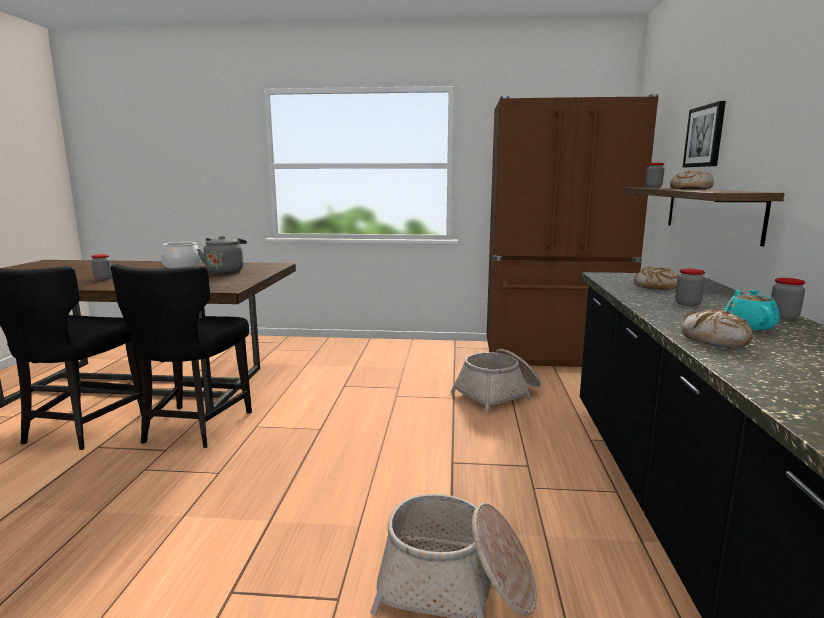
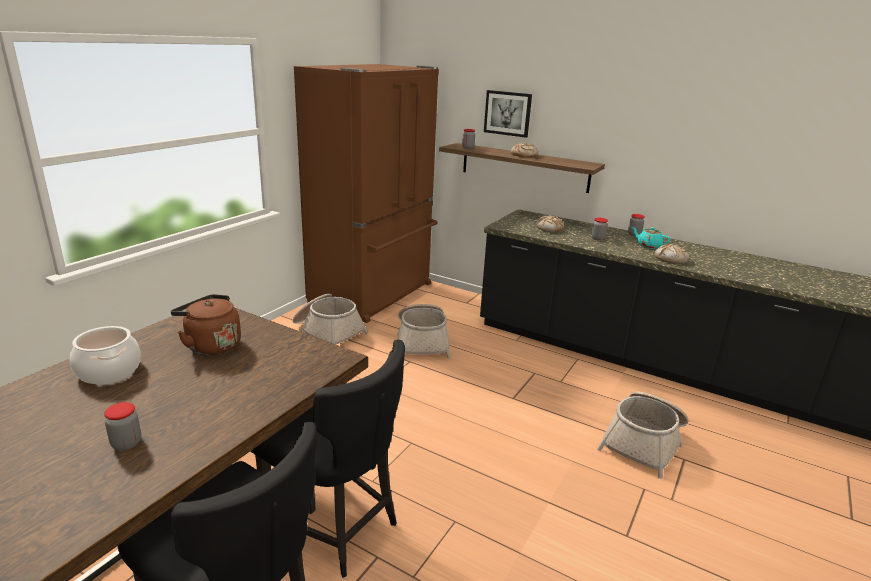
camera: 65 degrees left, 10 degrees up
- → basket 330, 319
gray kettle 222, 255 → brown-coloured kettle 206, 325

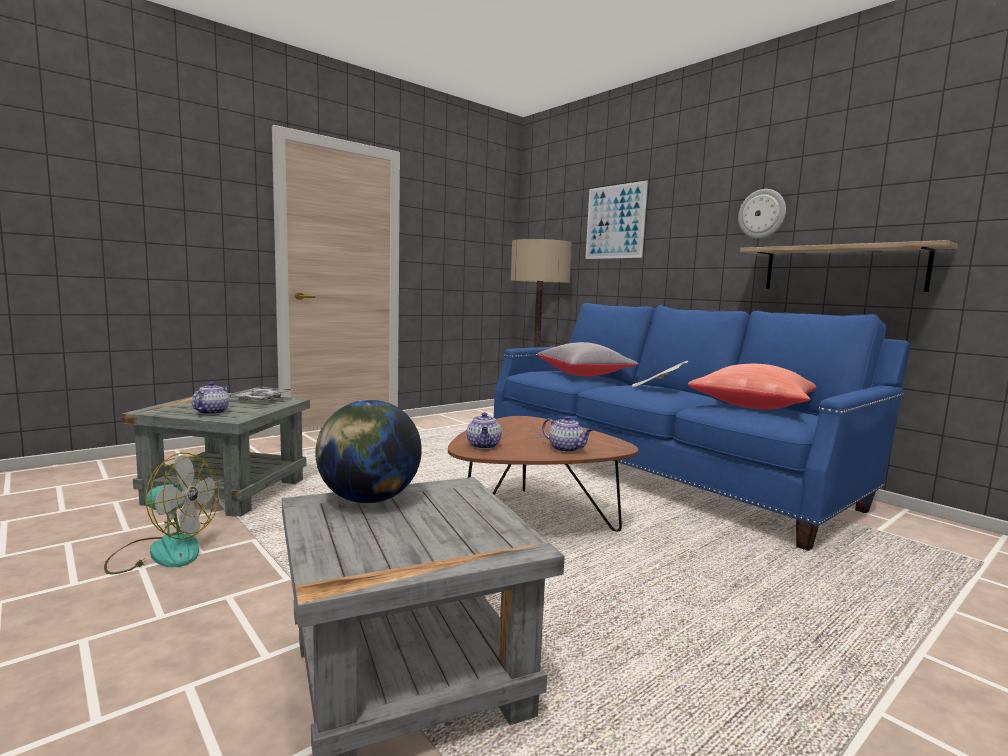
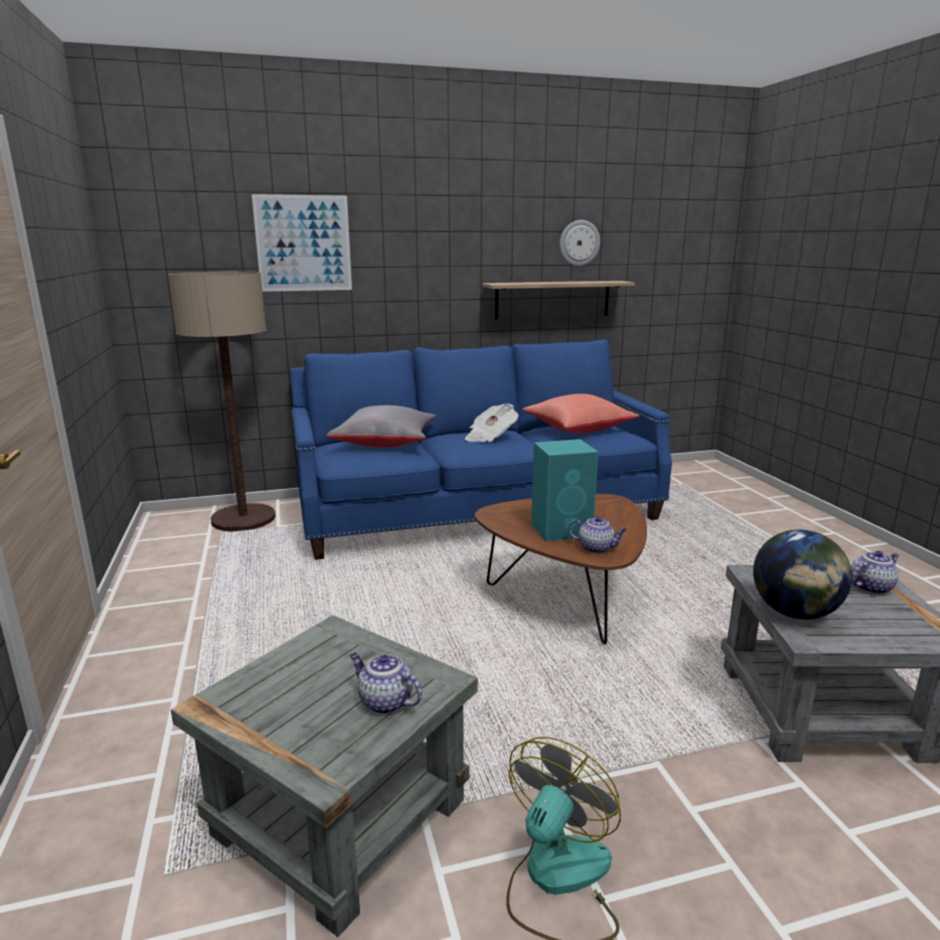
camera: 65 degrees left, 10 degrees up
tray 261, 393 → -
- → turquoise-coloured speaker 564, 490
pot for tea 567, 434 → pot for tea 875, 572, move
wall clock 762, 213 → wall clock 580, 243, move

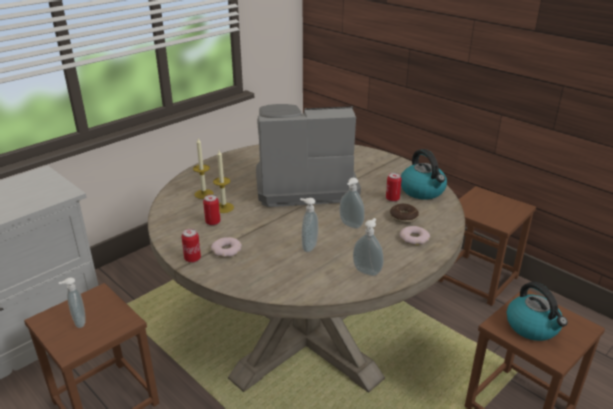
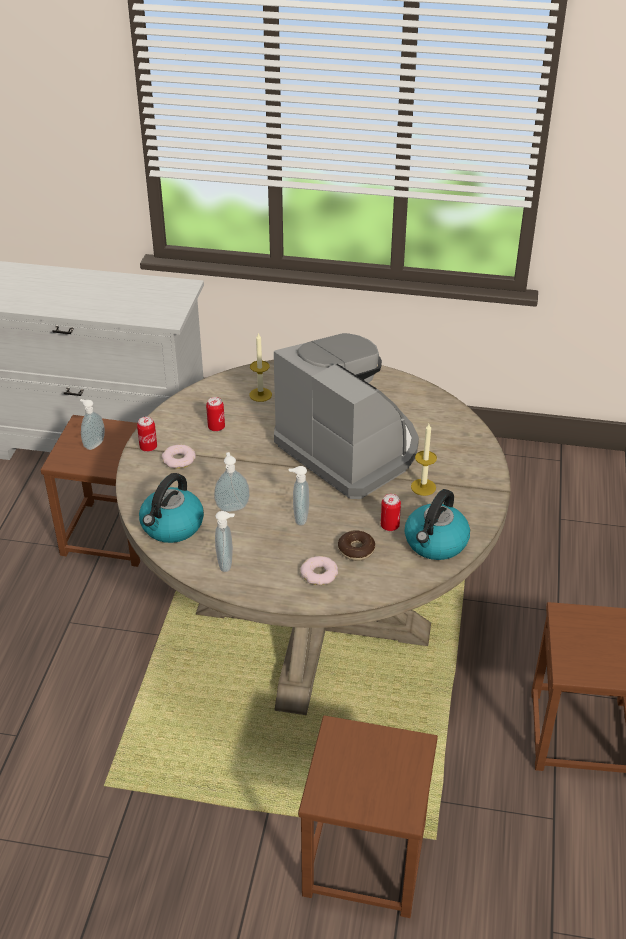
camera: 55 degrees right, 10 degrees up
candle 223, 181 → candle 424, 460, move
kettle 537, 311 → kettle 171, 508, move

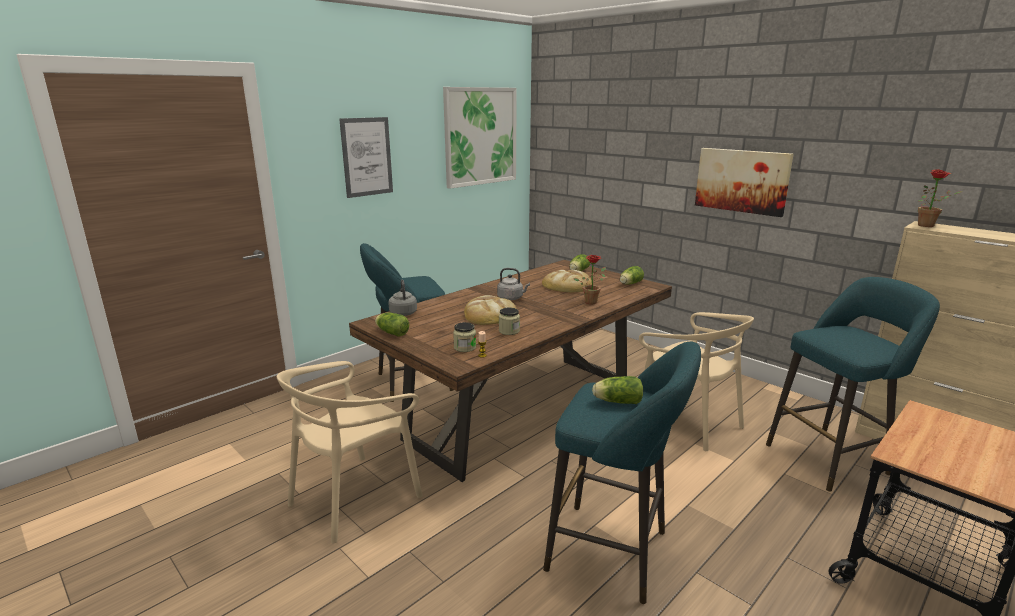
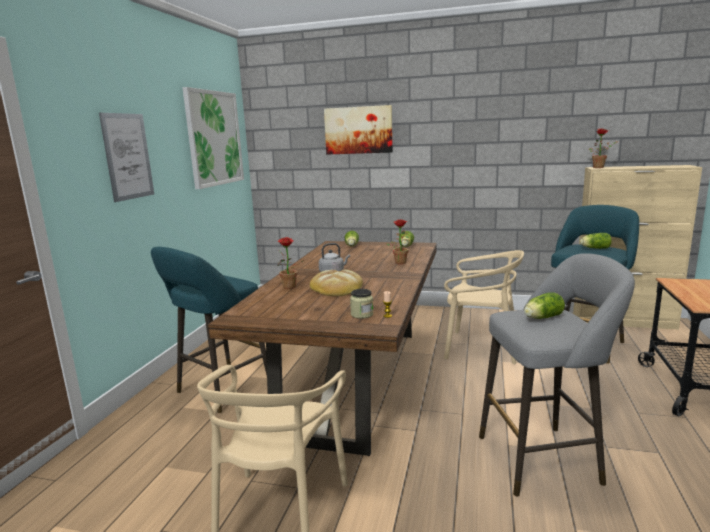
camera: 30 degrees left, 5 degrees down
gray kettle 402, 298 → -
preserve jar 509, 321 → -
baked bread 567, 281 → -
- → plant in a pot 290, 263
lettuce 392, 324 → lettuce 595, 241, move
wall picture 744, 182 → wall picture 358, 130, move
turquoise-coloured stool seat 622, 473 → gray stool seat 557, 374

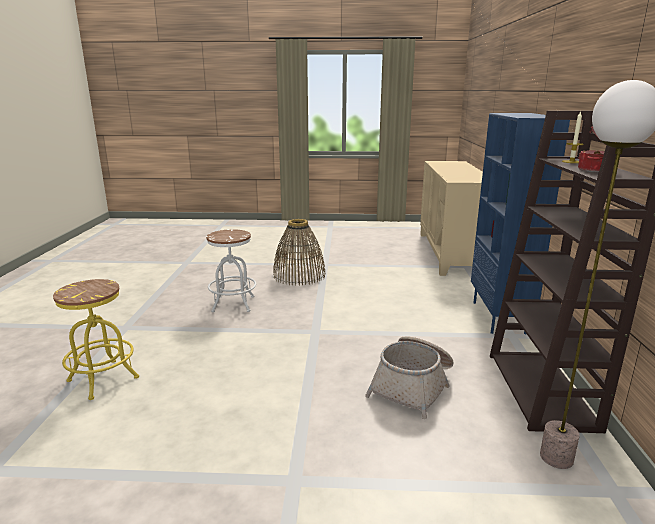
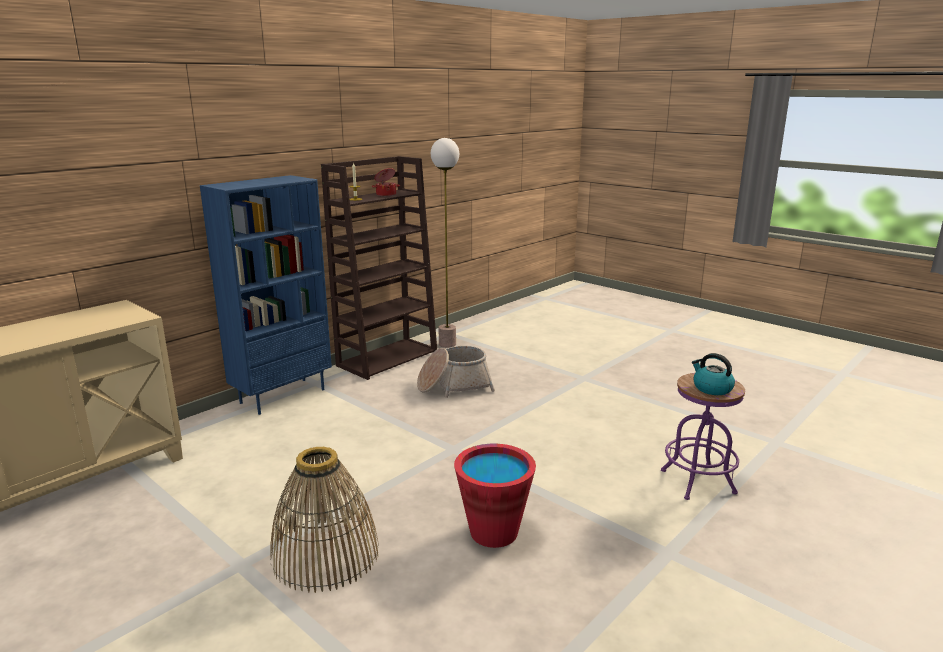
camera: 140 degrees left, 0 degrees up
- → kettle 713, 374
white stool seat 231, 270 → red pail 495, 496
yellowish stool seat 96, 339 → purple-coloured stool seat 703, 436

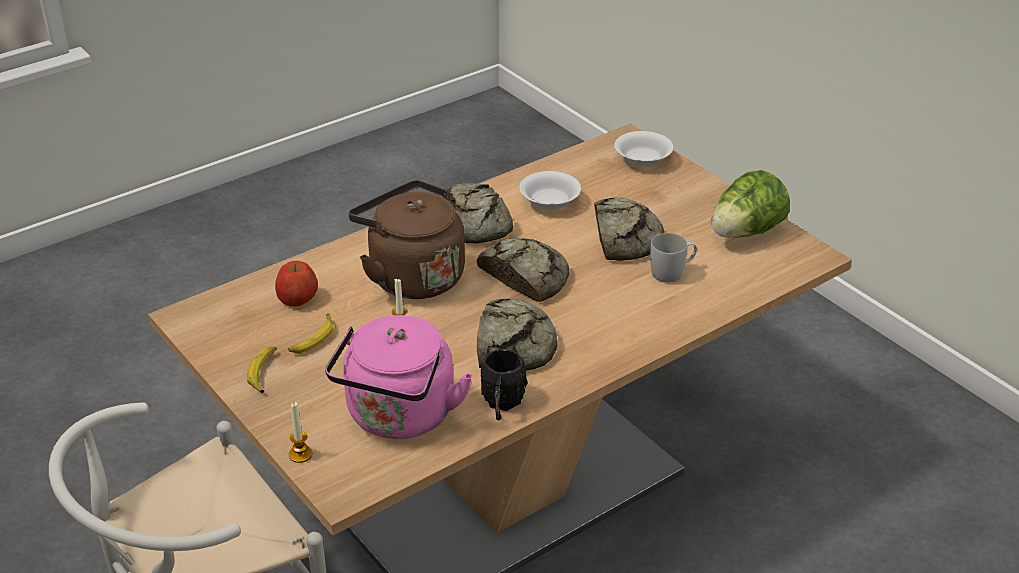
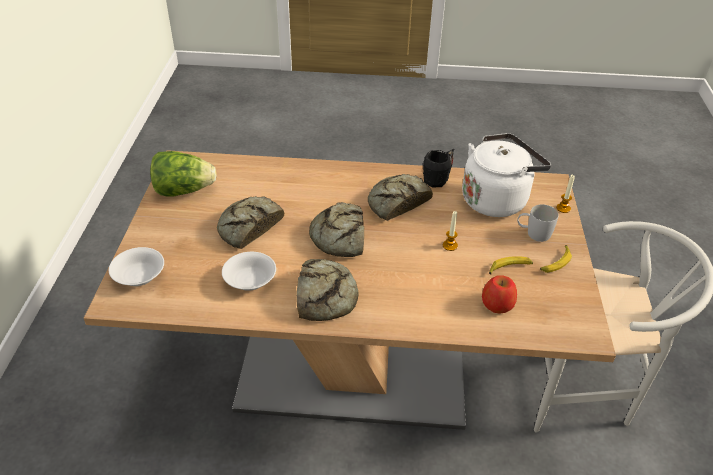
camera: 140 degrees left, 5 degrees up
brown-coloured kettle 407, 239 → -
white coffee mug 673, 258 → white coffee mug 538, 223, move
pinkish kettle 399, 377 → white kettle 506, 175

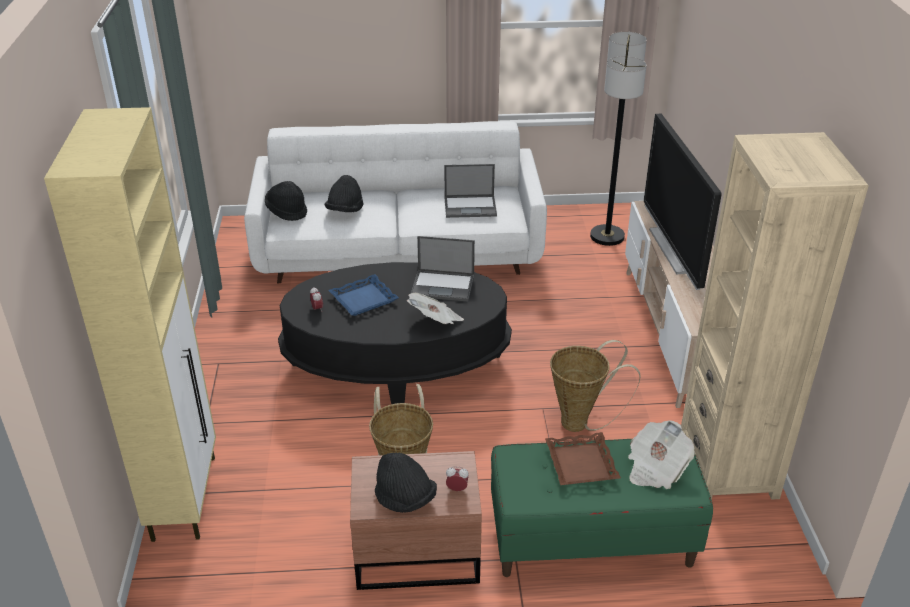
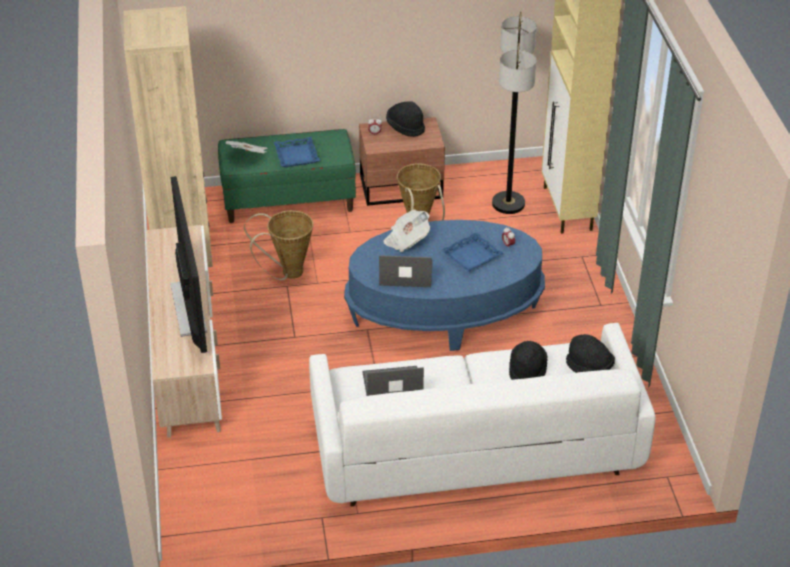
camera: 175 degrees right, 5 degrees up
standard lamp 618, 139 → standard lamp 514, 113, move
black-coloured low table 395, 333 → blue low table 444, 285
brown-coloured tray 583, 458 → blue tray 297, 152

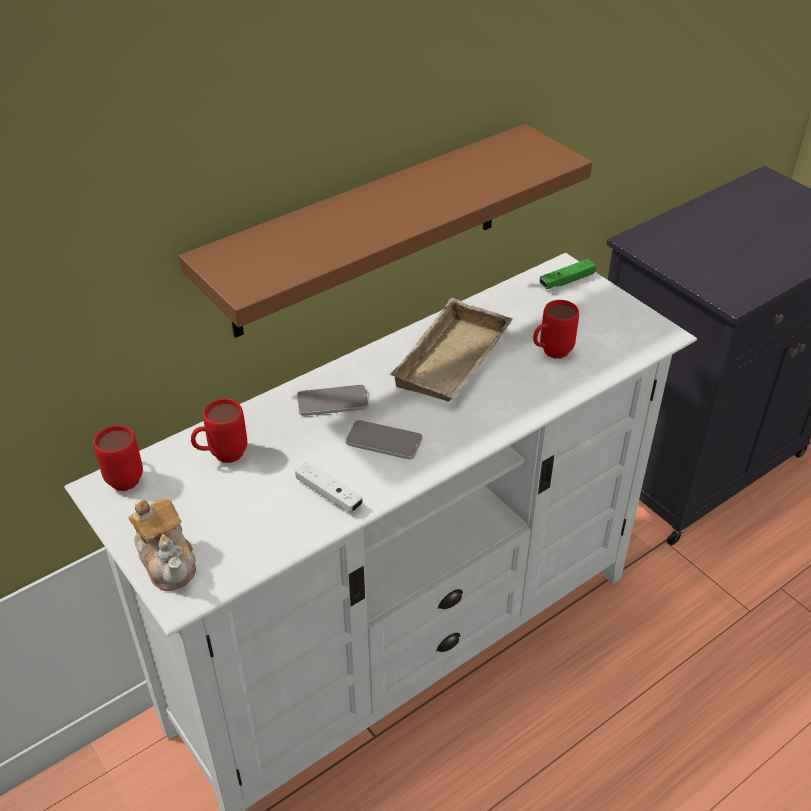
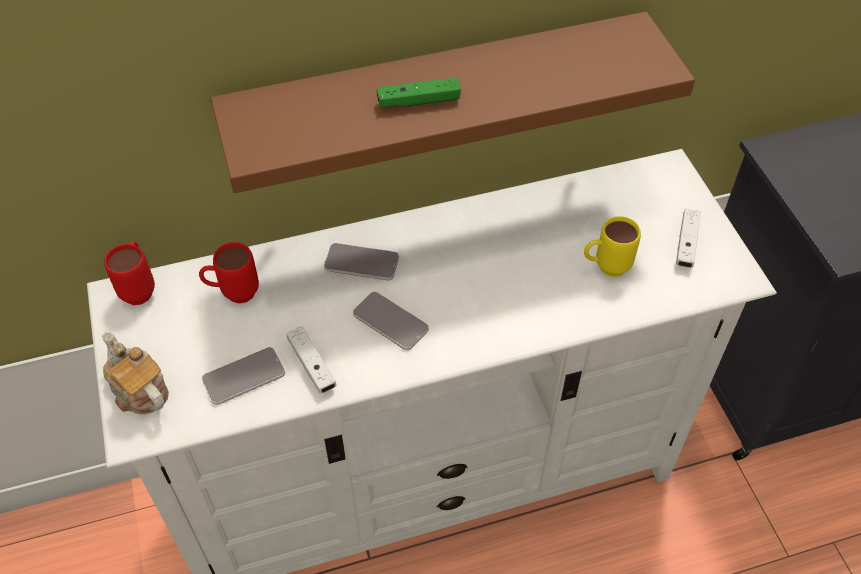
camera: 20 degrees right, 10 degrees up
sand-coloured tray 451, 350 → -
- → handset 243, 376
- → white gamepad 688, 238
green-coloured gamepad 567, 274 → green-coloured gamepad 419, 92, move
red coffee mug 556, 329 → yellowish coffee mug 612, 246
pot for tea 162, 544 → pot for tea 135, 373, 150 degrees clockwise

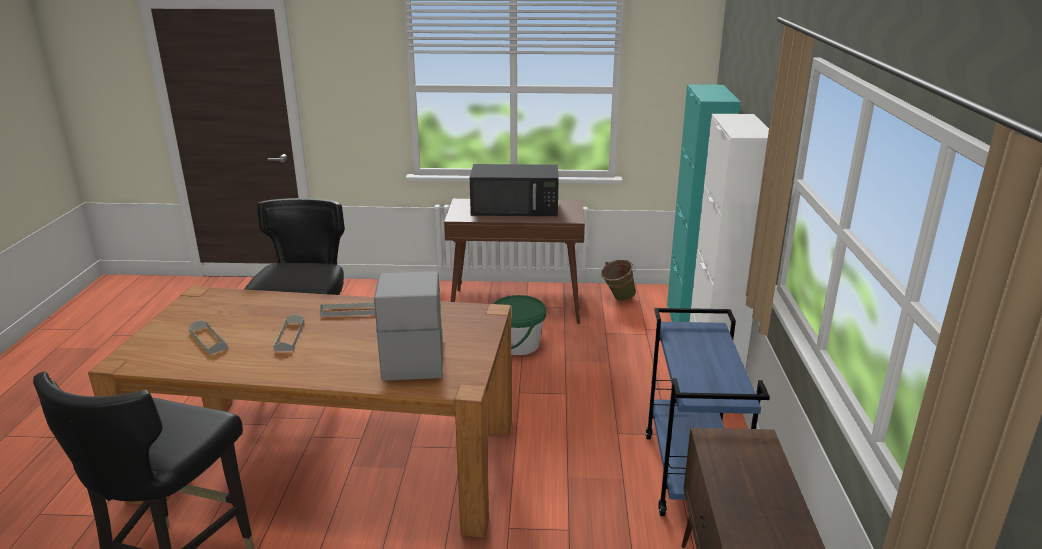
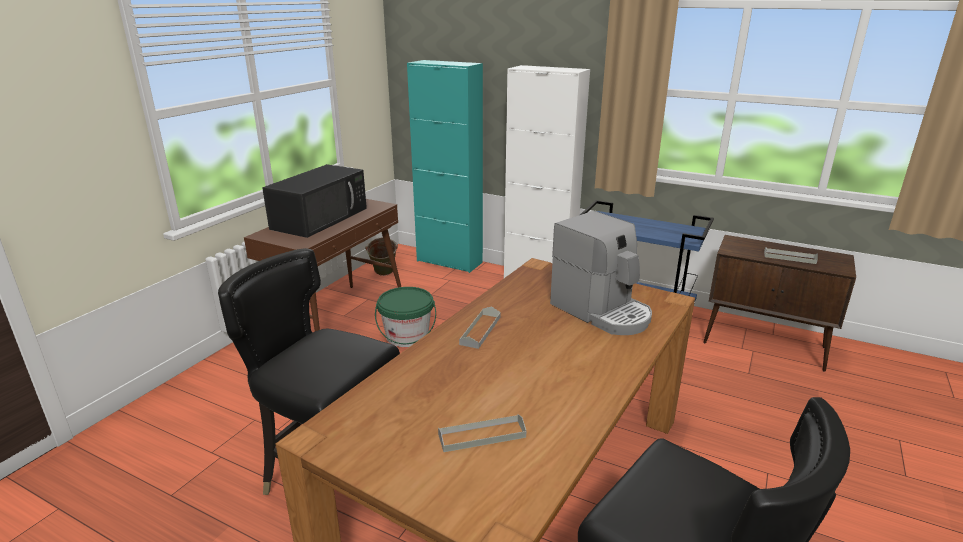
camera: 65 degrees left, 0 degrees up
gray tray 288, 332 → gray tray 791, 255, move
coffee maker 408, 326 → coffee maker 601, 273, 150 degrees counterclockwise

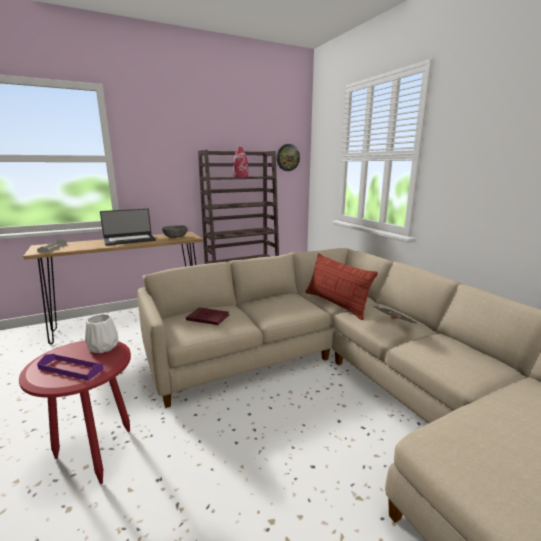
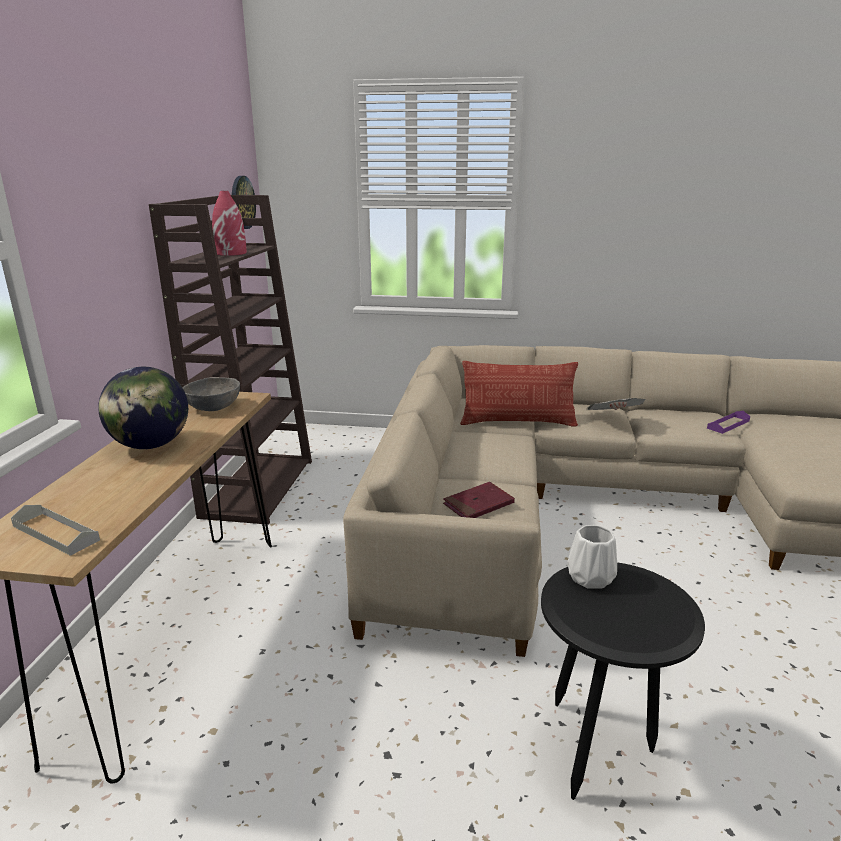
camera: 55 degrees left, 5 degrees up
purple-coloured tray 70, 367 → purple-coloured tray 728, 422, move
laptop 128, 227 → world globe 143, 408
red accent table 75, 412 → black-coloured accent table 623, 681

